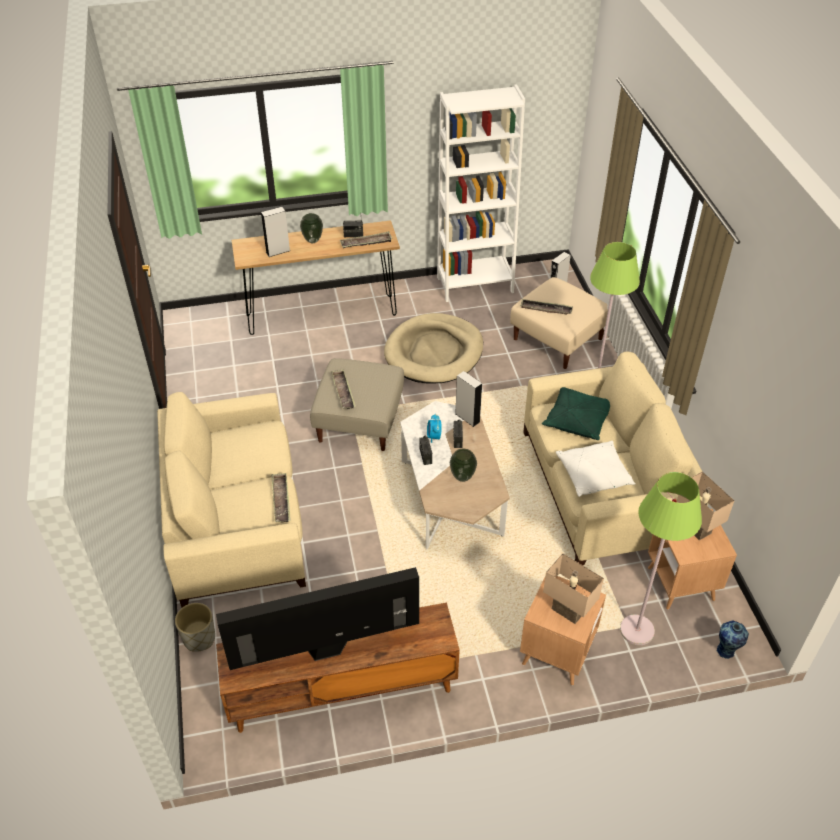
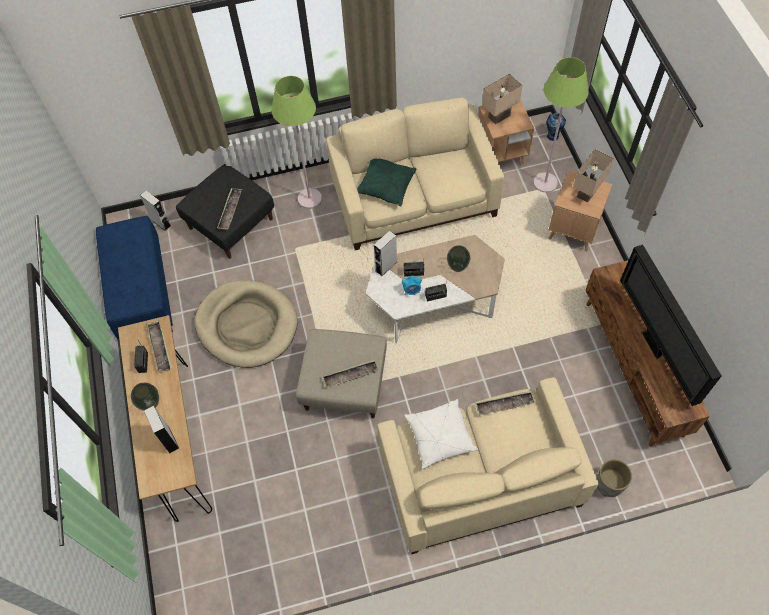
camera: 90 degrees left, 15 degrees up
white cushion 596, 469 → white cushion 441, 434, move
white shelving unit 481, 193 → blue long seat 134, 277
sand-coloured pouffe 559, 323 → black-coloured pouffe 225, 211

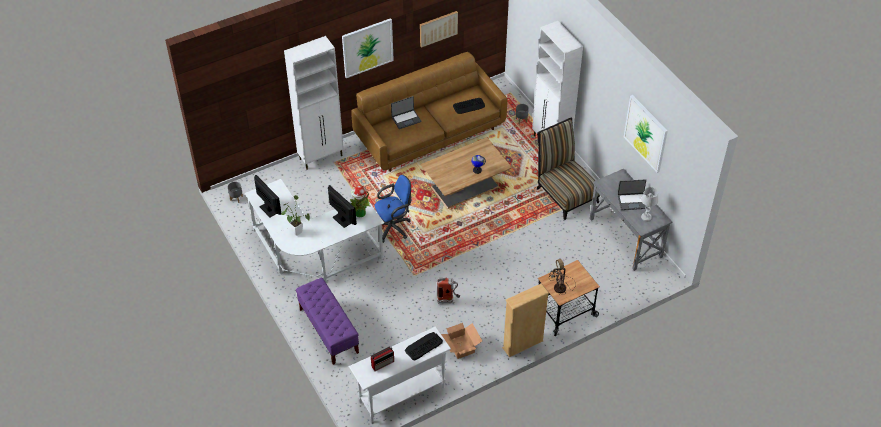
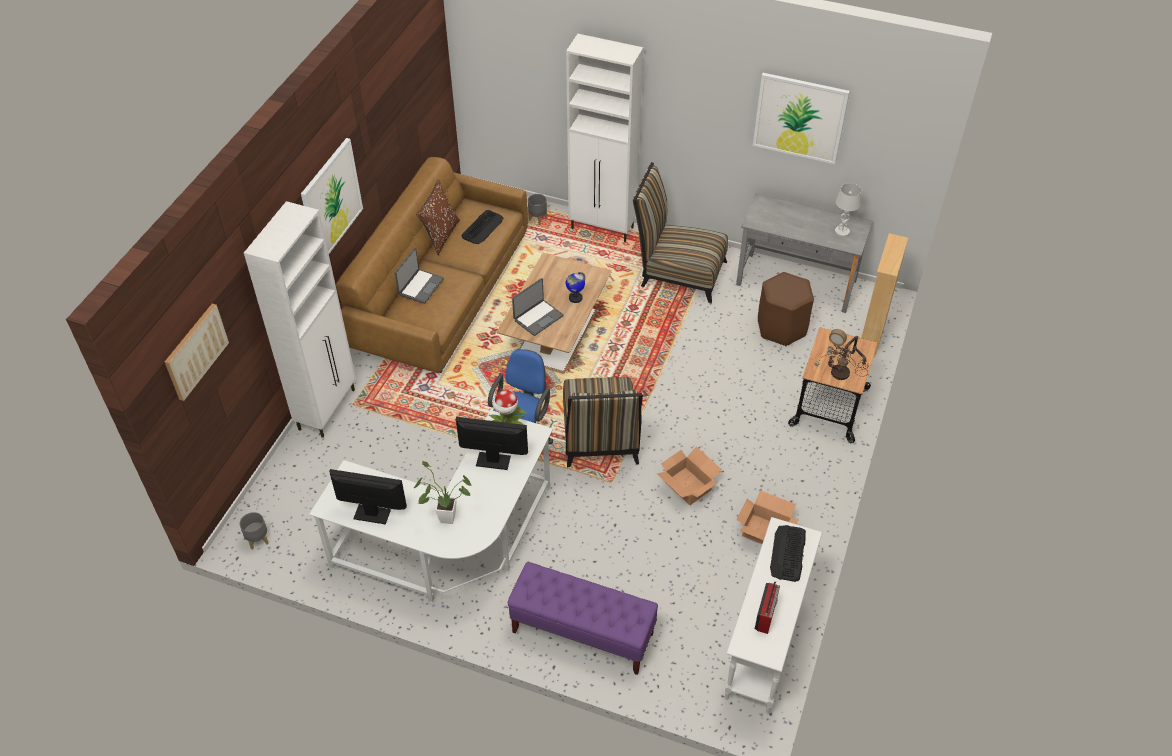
camera: 40 degrees left, 0 degrees up
- → brown-coloured cushion 438, 217
- → plain chair 603, 422
- → brown-coloured stool seat 786, 309
wall picture 439, 29 → wall picture 197, 352, move
sand-coloured shelving unit 525, 320 → sand-coloured shelving unit 884, 295, move
laptop 633, 194 → laptop 537, 307, move
fire extinguisher 448, 290 → cardboard box 689, 475

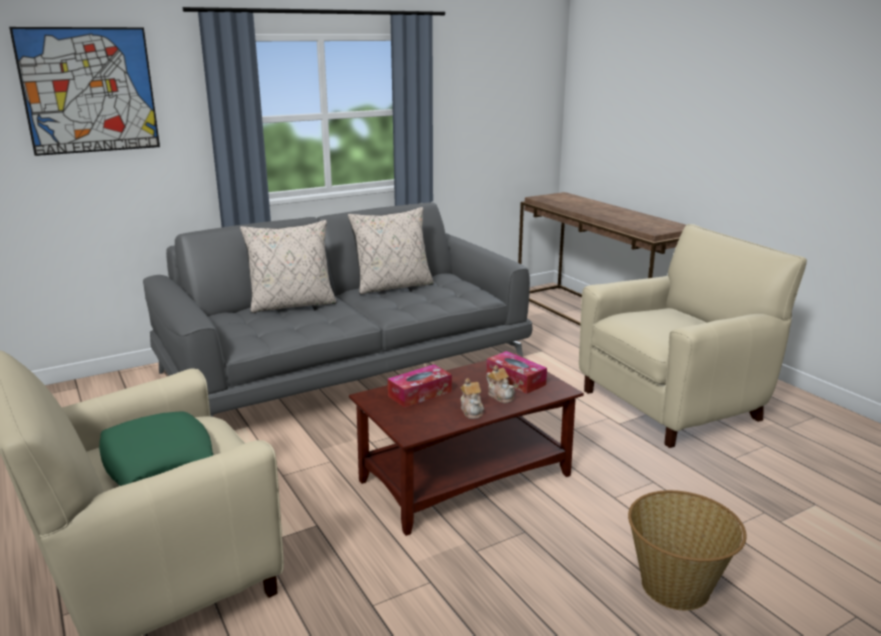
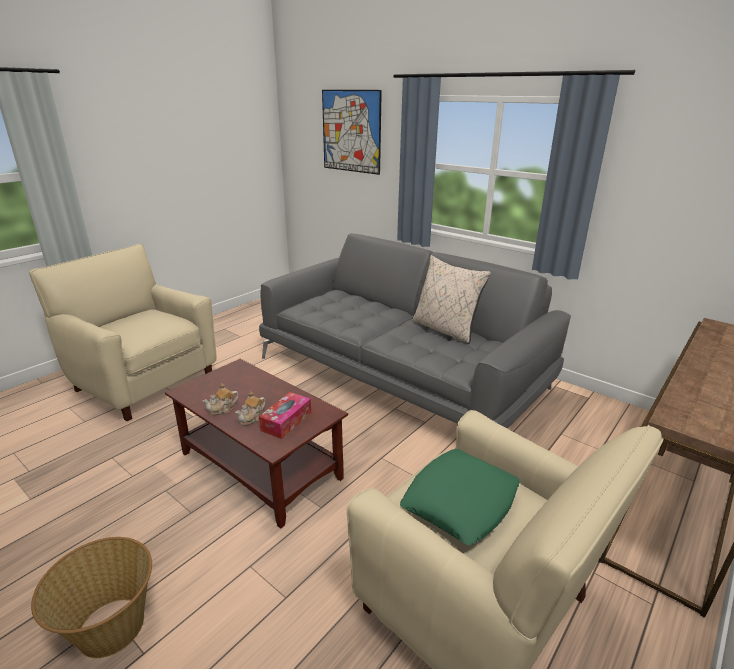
camera: 70 degrees right, 5 degrees up
sand-coloured cushion 288, 266 → -
tissue holder 420, 386 → -
green-coloured cushion 156, 449 → green-coloured cushion 460, 497, move

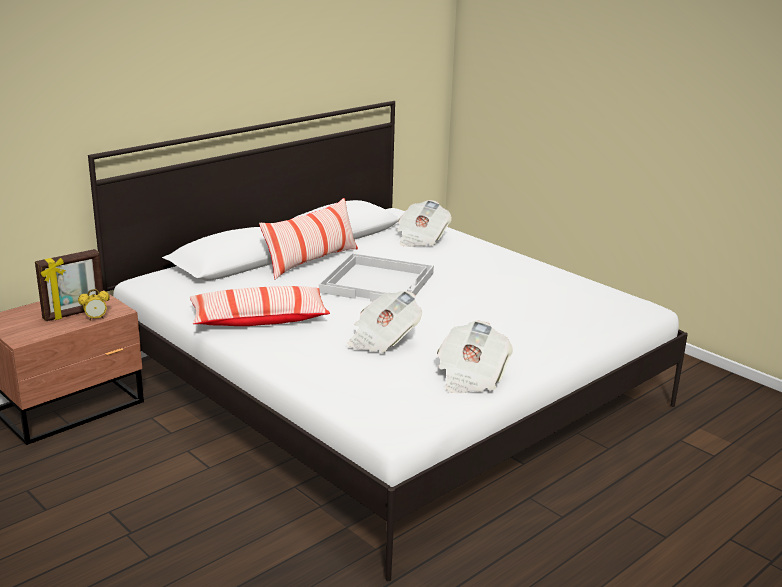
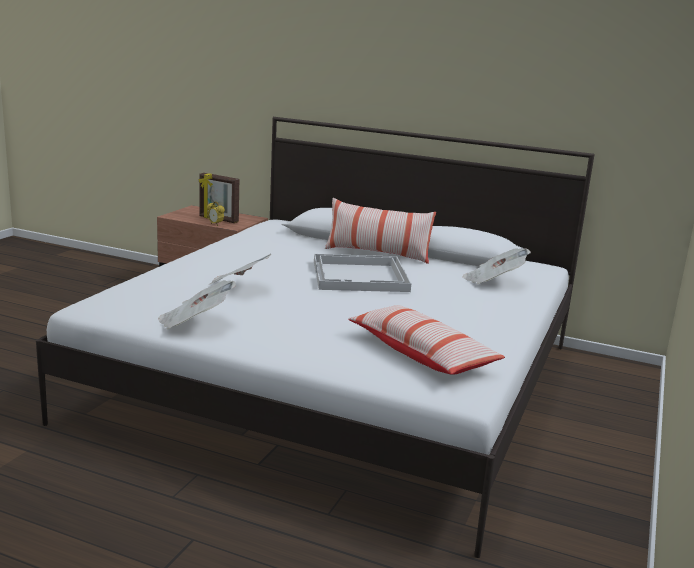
camera: 65 degrees right, 5 degrees down
cushion 260, 306 → cushion 426, 340, move

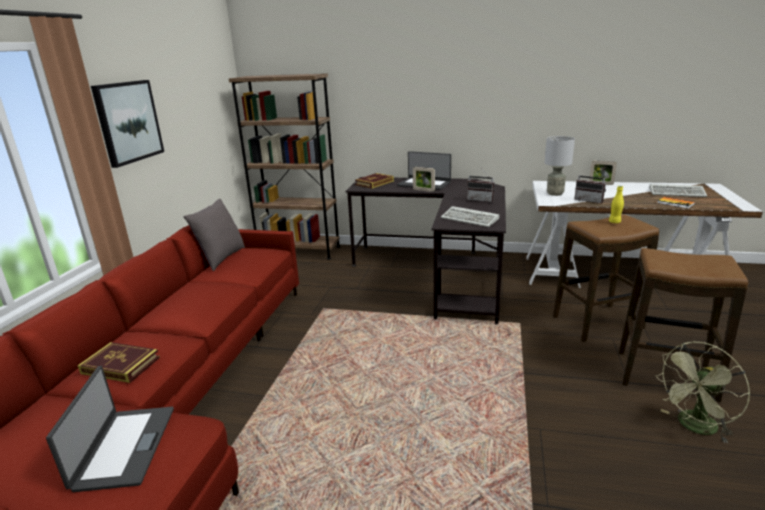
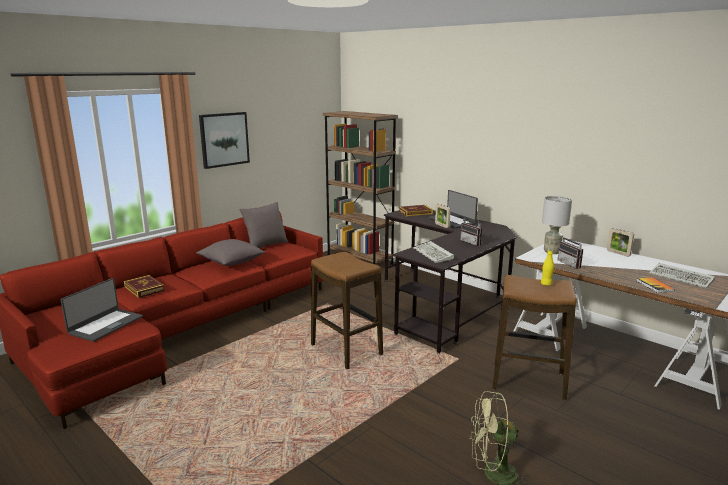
camera: 30 degrees right, 5 degrees down
- → gray cushion 231, 252
stool seat 683, 325 → stool seat 347, 310, move

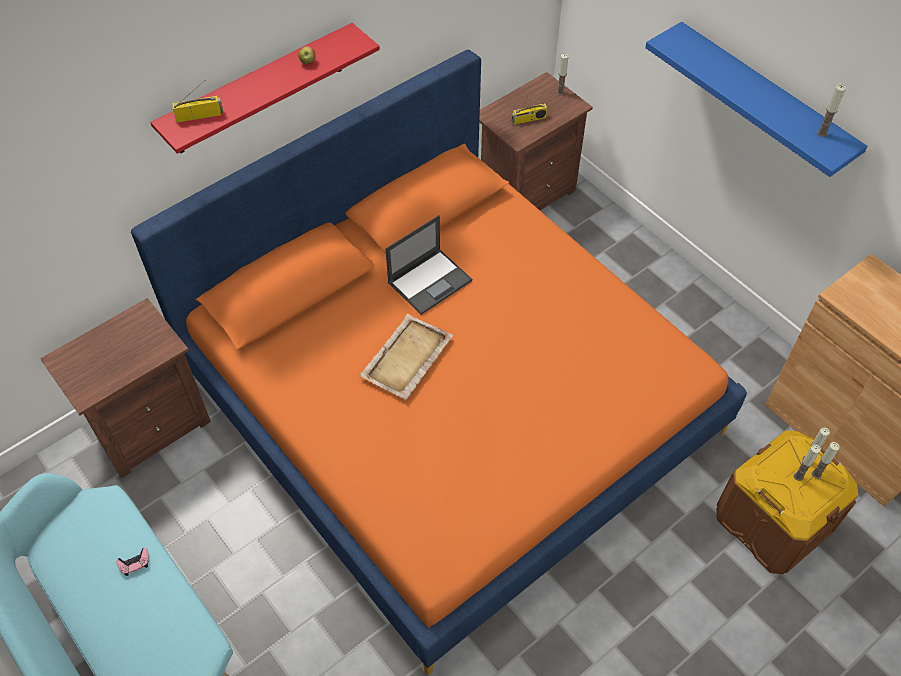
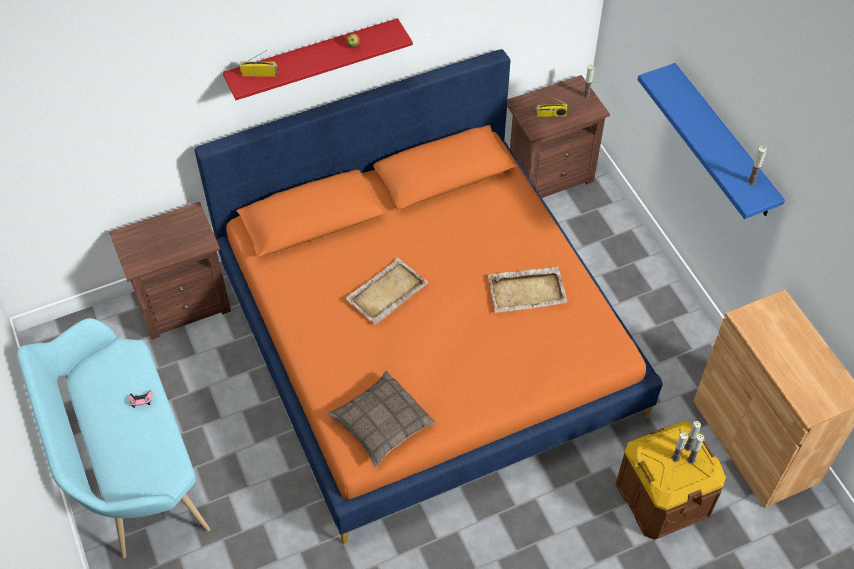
camera: 15 degrees right, 0 degrees up
laptop 428, 265 → -
- → cushion 381, 419
- → sand-coloured tray 528, 290

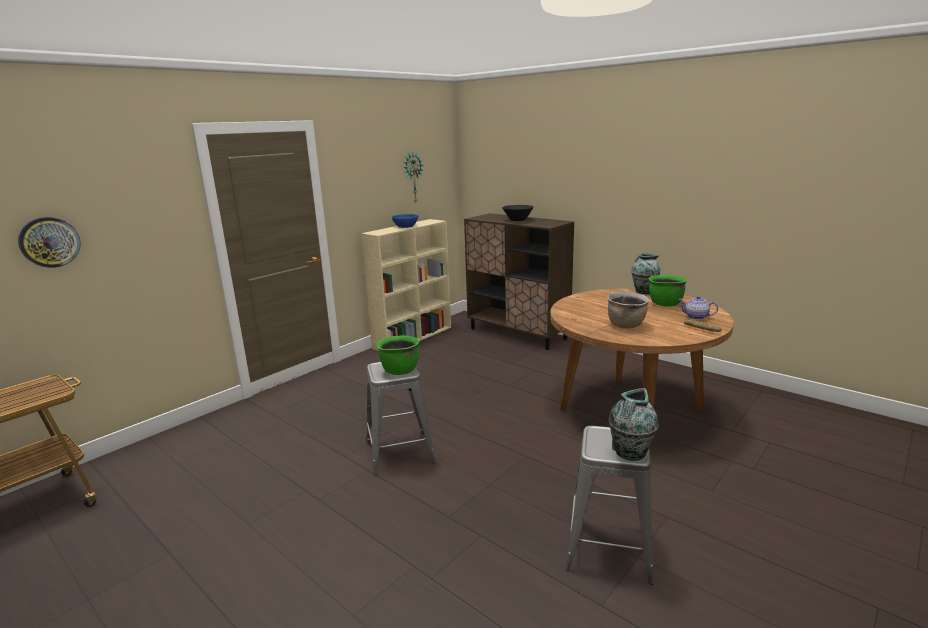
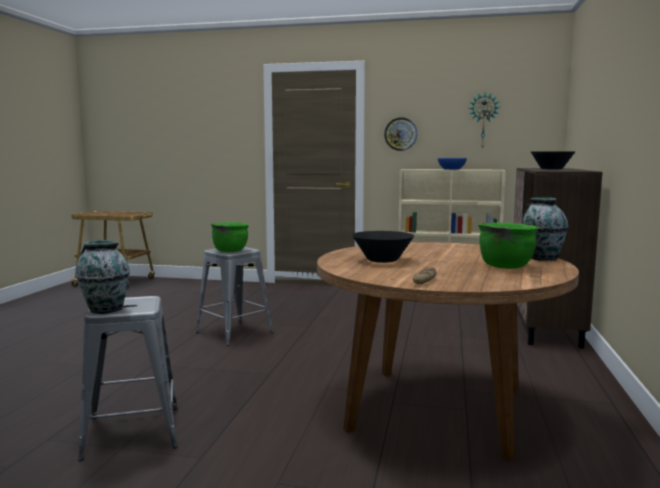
camera: 60 degrees right, 10 degrees down
pot for tea 698, 308 → -
wall clock 49, 242 → wall clock 400, 134, move
brown-coloured stockpot 628, 309 → black-coloured bowl 383, 247

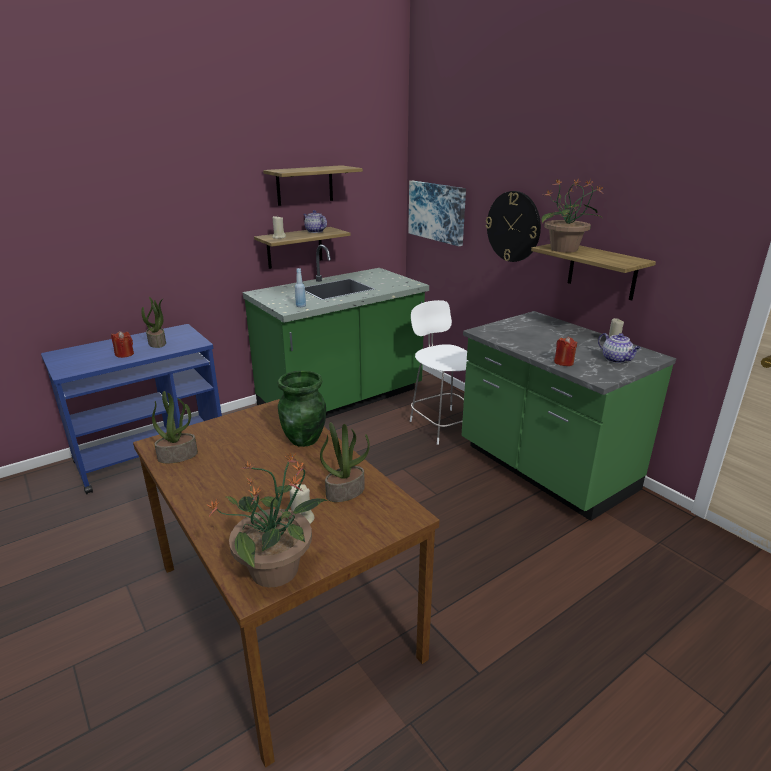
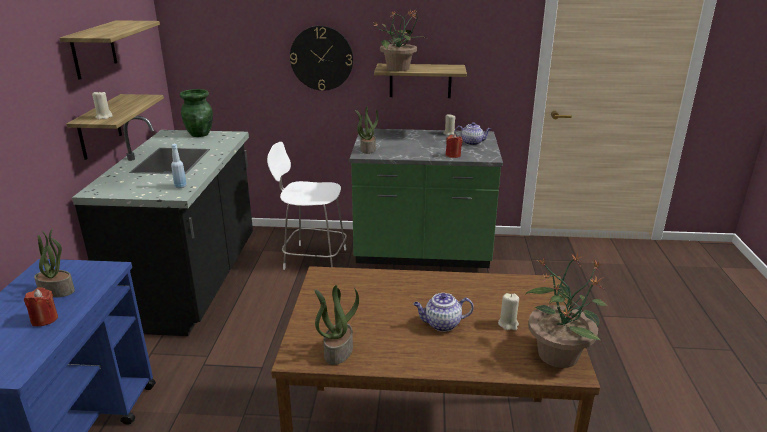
camera: 50 degrees left, 0 degrees up
wall picture 437, 213 → -
green-coloured flower vase 301, 408 → green-coloured flower vase 196, 113, move
pot for tea 315, 221 → pot for tea 443, 312, move
plant in a pot 345, 462 → plant in a pot 367, 130, move
green-coloured kitchen base unit 336, 331 → black-coloured kitchen base unit 162, 226

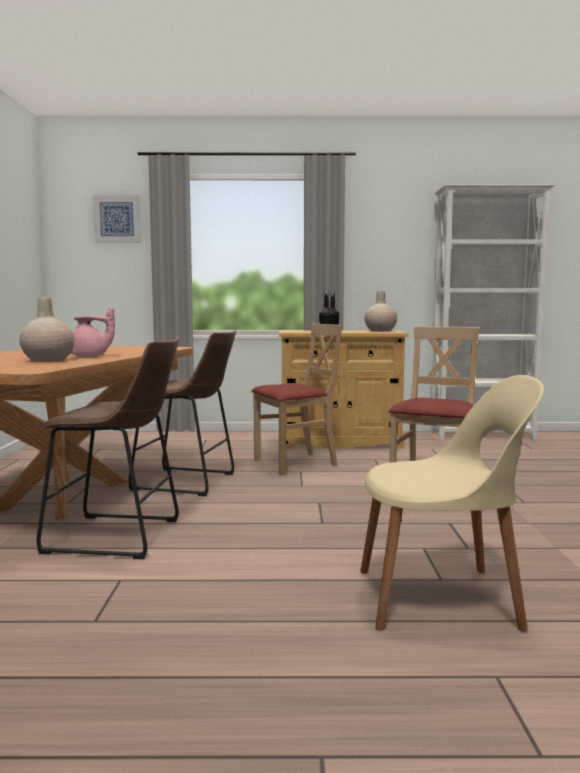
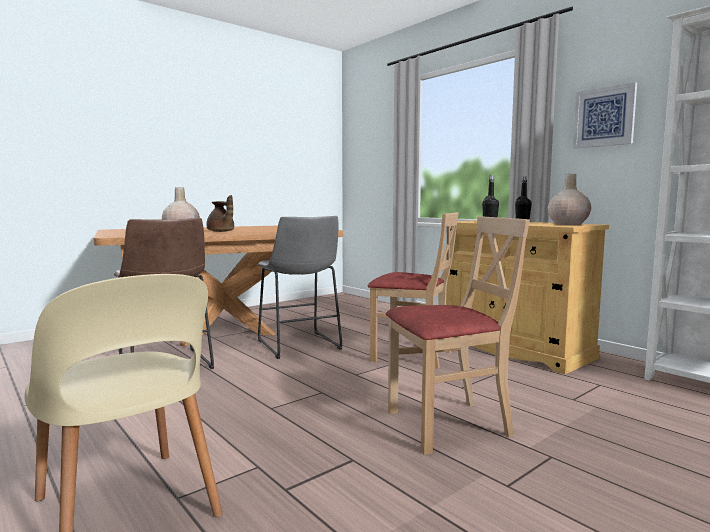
camera: 50 degrees right, 0 degrees up
wall picture 116, 218 → wall picture 605, 115, move
pinkish pot for tea 93, 332 → brown-coloured pot for tea 220, 213
brown-coloured stool seat 182, 413 → gray stool seat 300, 287

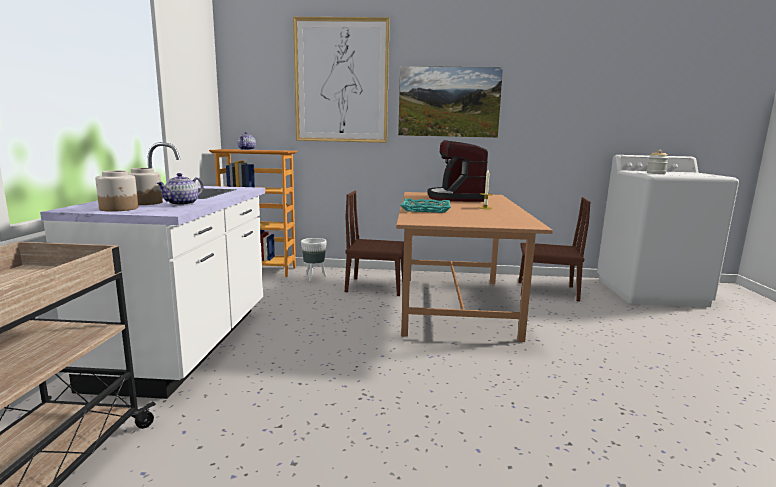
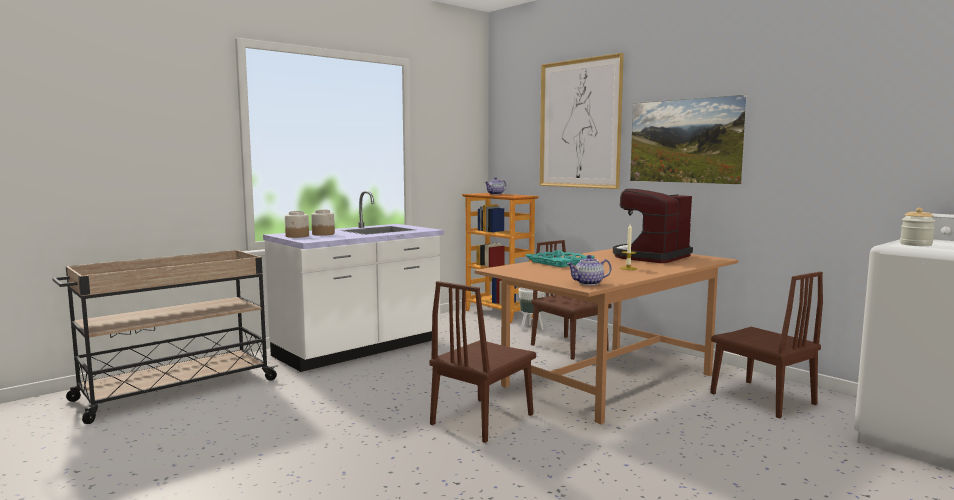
camera: 45 degrees right, 5 degrees down
- → brown-coloured plain chair 482, 362
pot for tea 179, 189 → pot for tea 589, 270, move

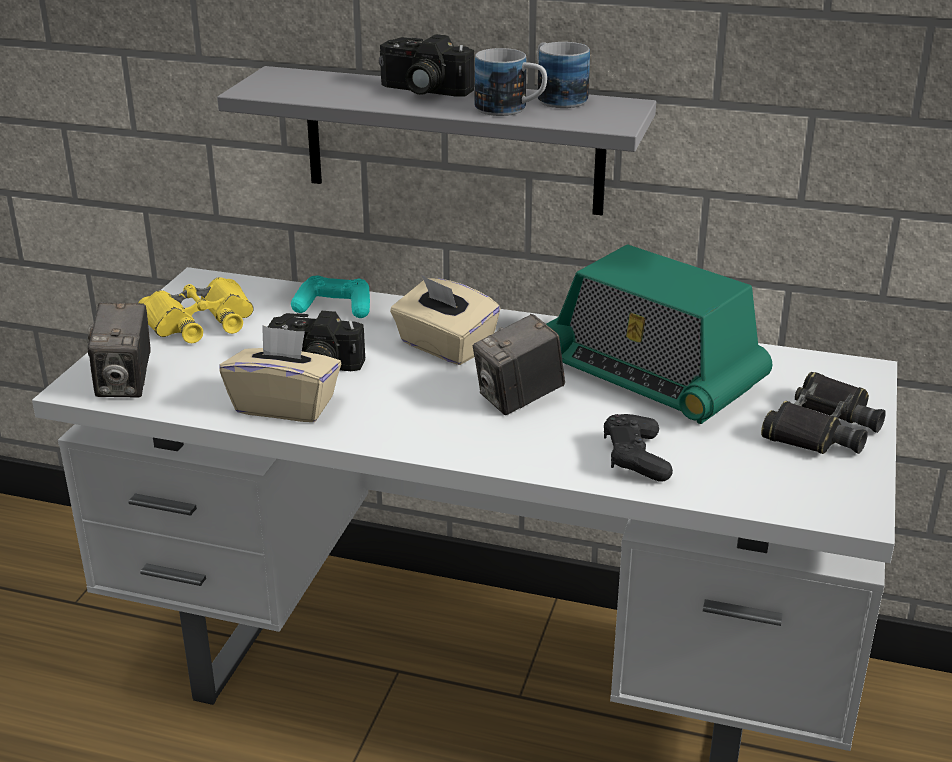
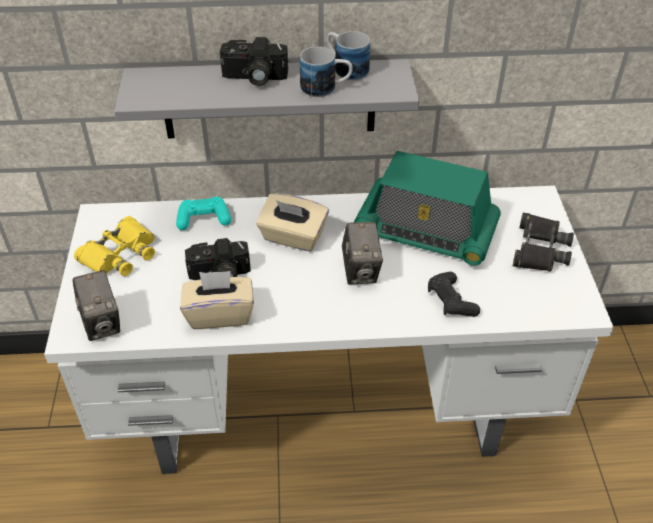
camera: 20 degrees left, 15 degrees up
photo camera 519, 364 → photo camera 362, 253, 45 degrees counterclockwise

